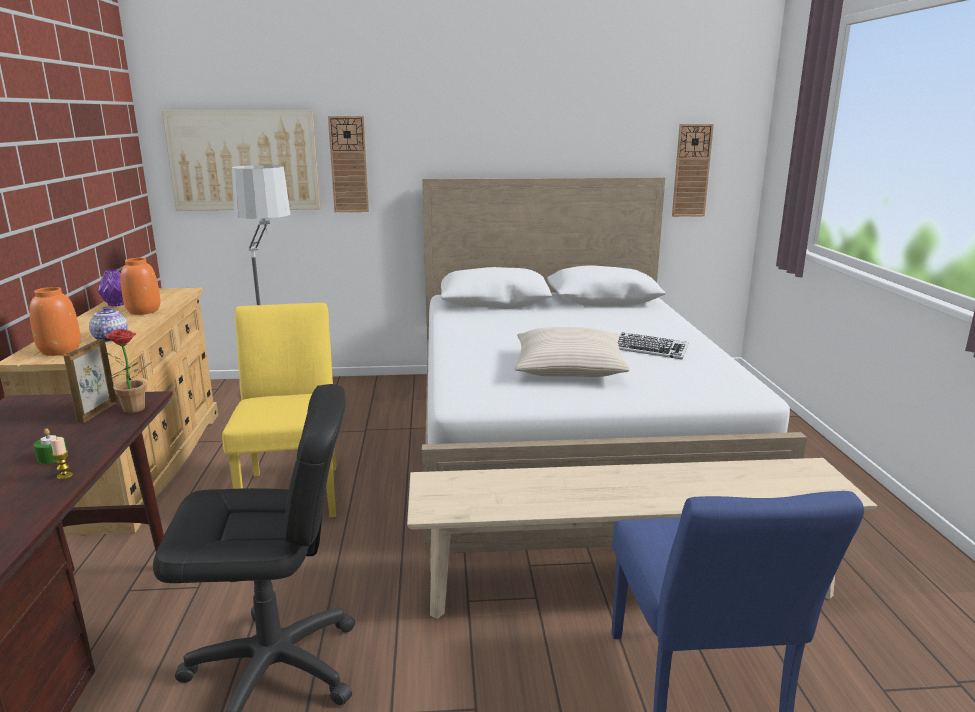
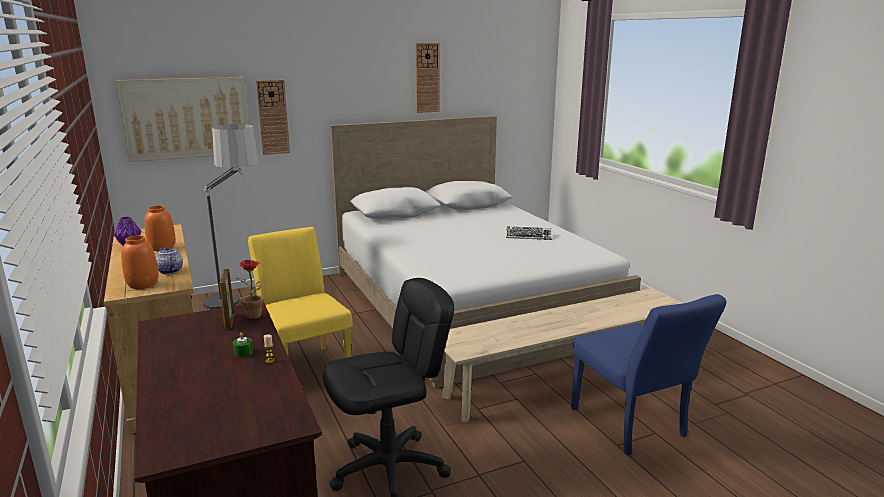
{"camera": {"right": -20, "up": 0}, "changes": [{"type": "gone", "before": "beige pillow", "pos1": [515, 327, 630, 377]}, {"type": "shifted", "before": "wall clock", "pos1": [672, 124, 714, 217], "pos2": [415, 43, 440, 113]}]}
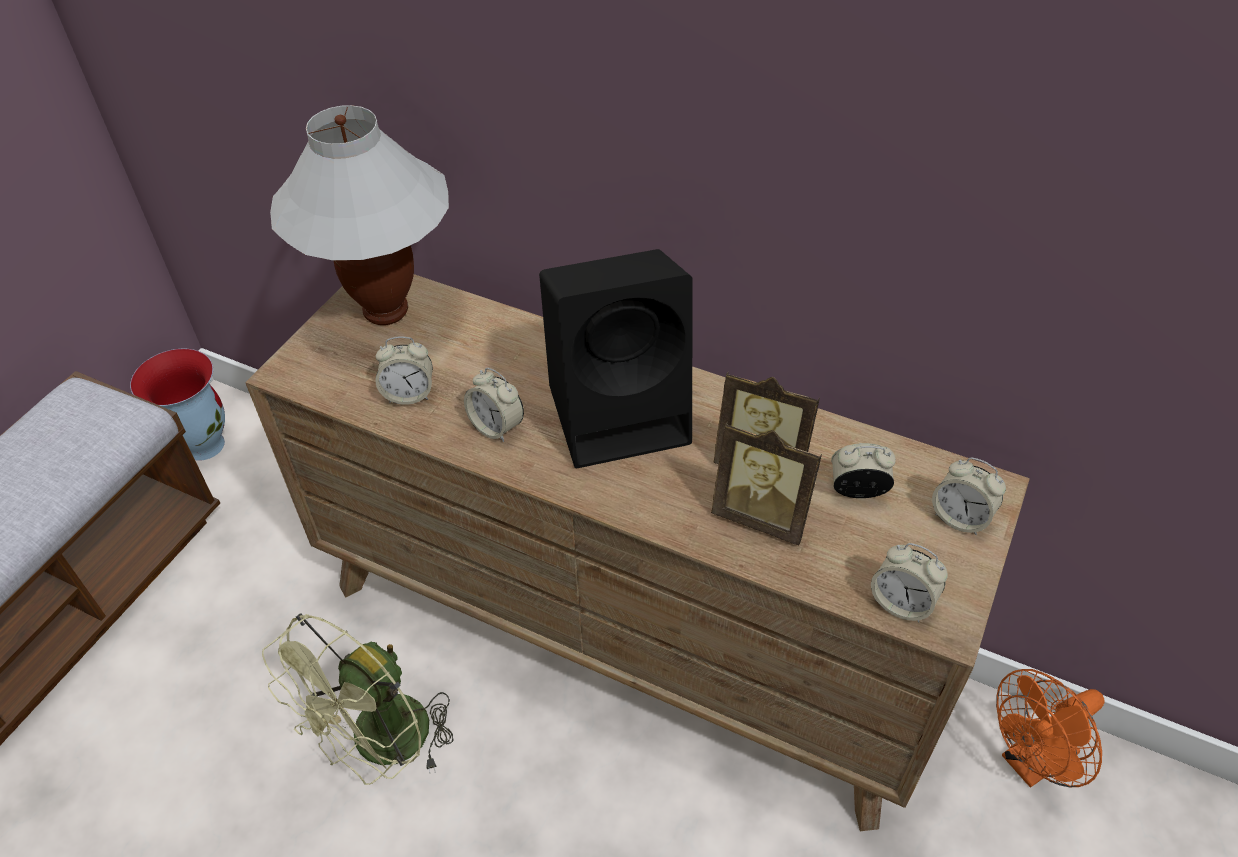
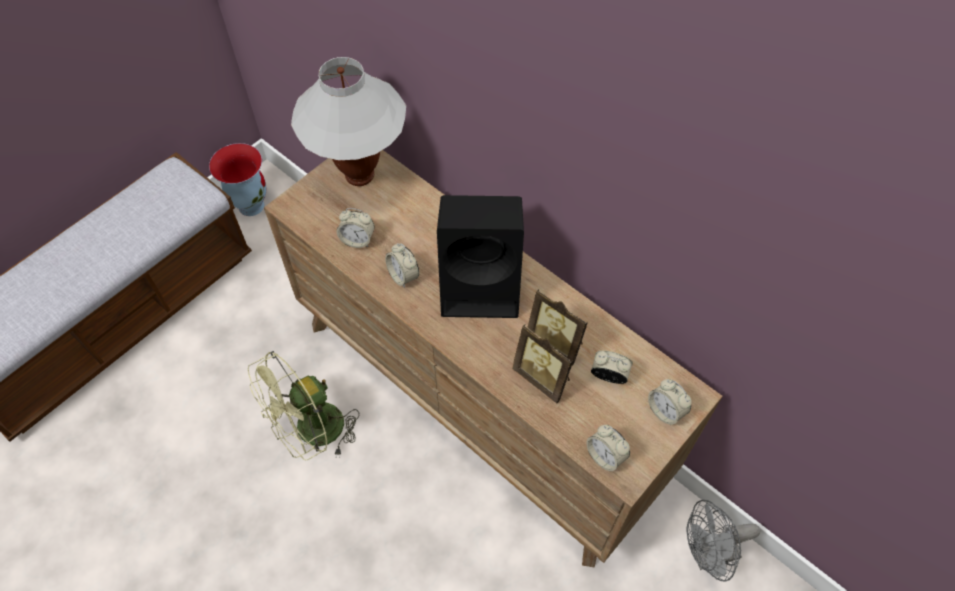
{"camera": {"right": 15, "up": 10}, "changes": [{"type": "repainted", "before": "orange fan", "after": "grey fan", "pos1": [996, 669, 1105, 788], "pos2": [686, 500, 760, 581]}]}
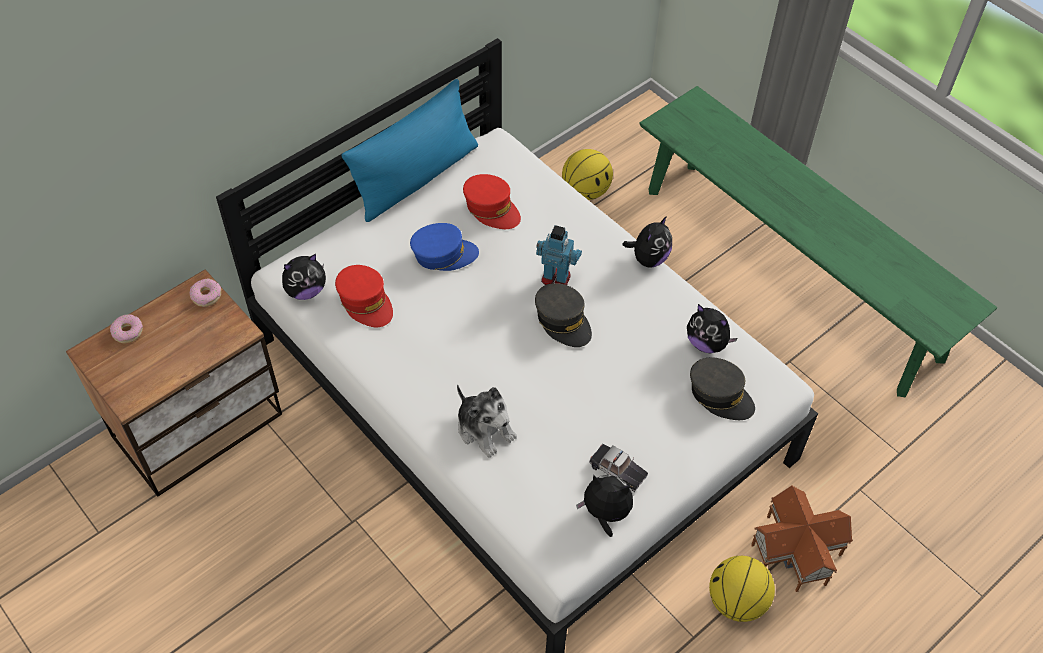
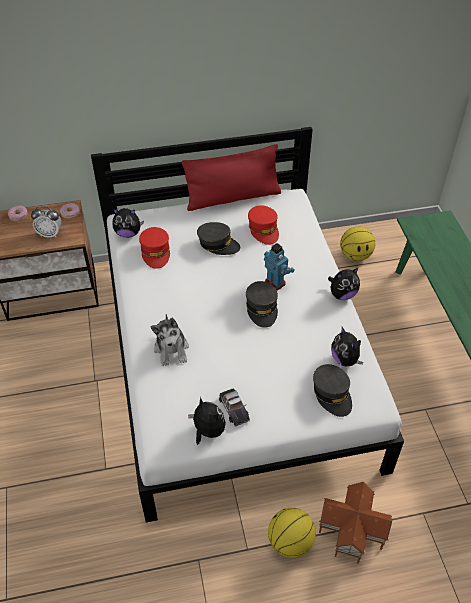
{"camera": {"right": 30, "up": -5}, "changes": [{"type": "new", "after": "alarm clock", "pos2": [31, 206, 62, 238]}, {"type": "repainted", "before": "blue pillow", "after": "red pillow", "pos1": [342, 79, 478, 222], "pos2": [181, 144, 281, 211]}, {"type": "repainted", "before": "blue cap", "after": "grey cap", "pos1": [410, 223, 479, 271], "pos2": [197, 222, 240, 255]}]}
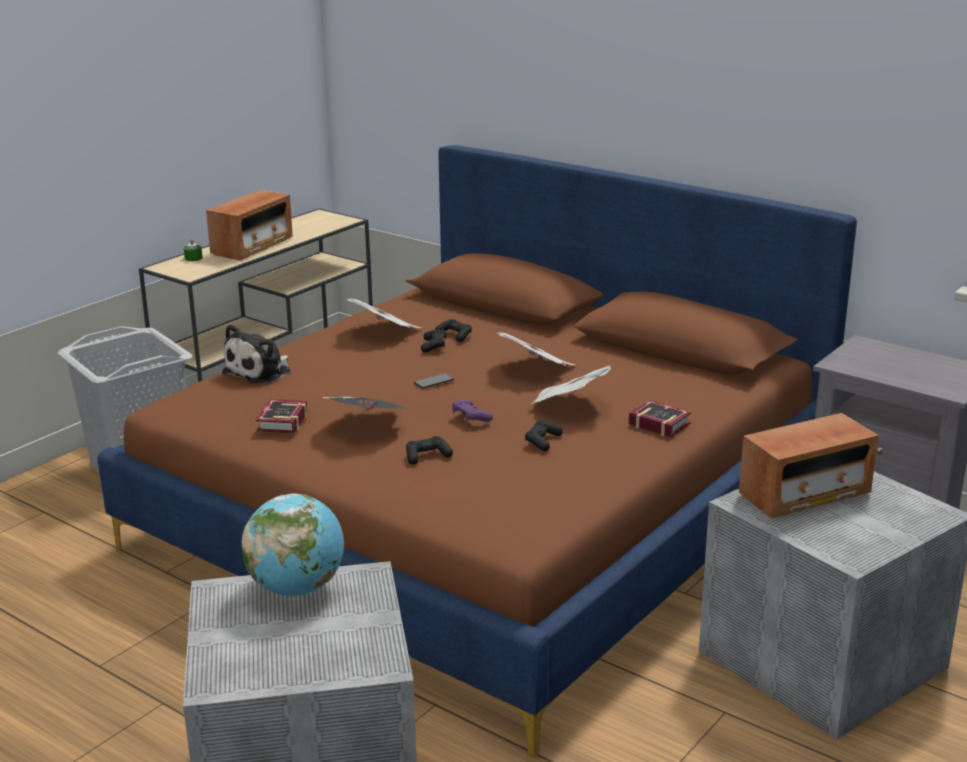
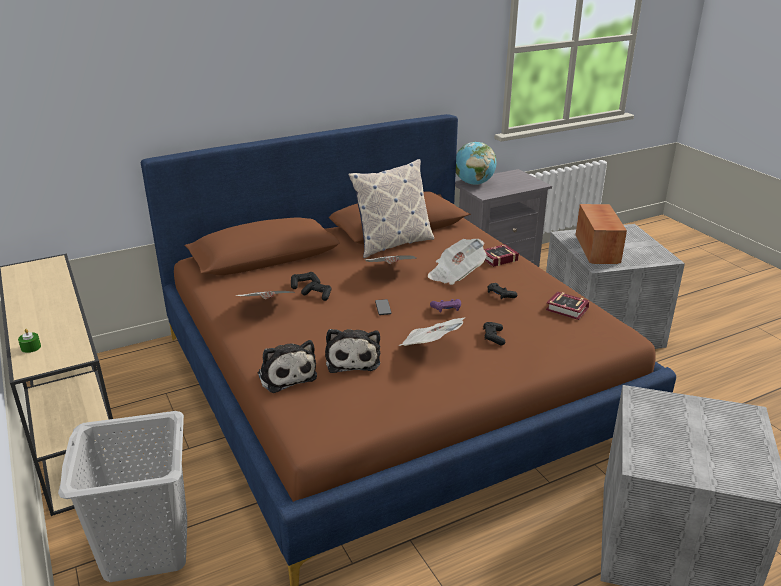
{"camera": {"right": -65, "up": 5}, "changes": [{"type": "gone", "before": "radio", "pos1": [206, 190, 293, 260]}, {"type": "new", "after": "plush toy", "pos2": [325, 329, 380, 373]}, {"type": "new", "after": "pillow", "pos2": [348, 159, 434, 258]}, {"type": "shifted", "before": "globe", "pos1": [241, 494, 344, 596], "pos2": [456, 142, 497, 185]}, {"type": "shifted", "before": "book", "pos1": [256, 399, 308, 434], "pos2": [546, 292, 590, 320]}]}
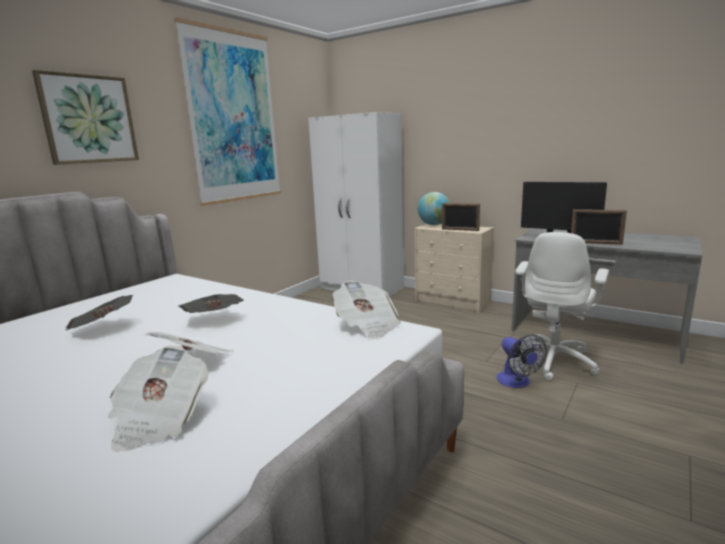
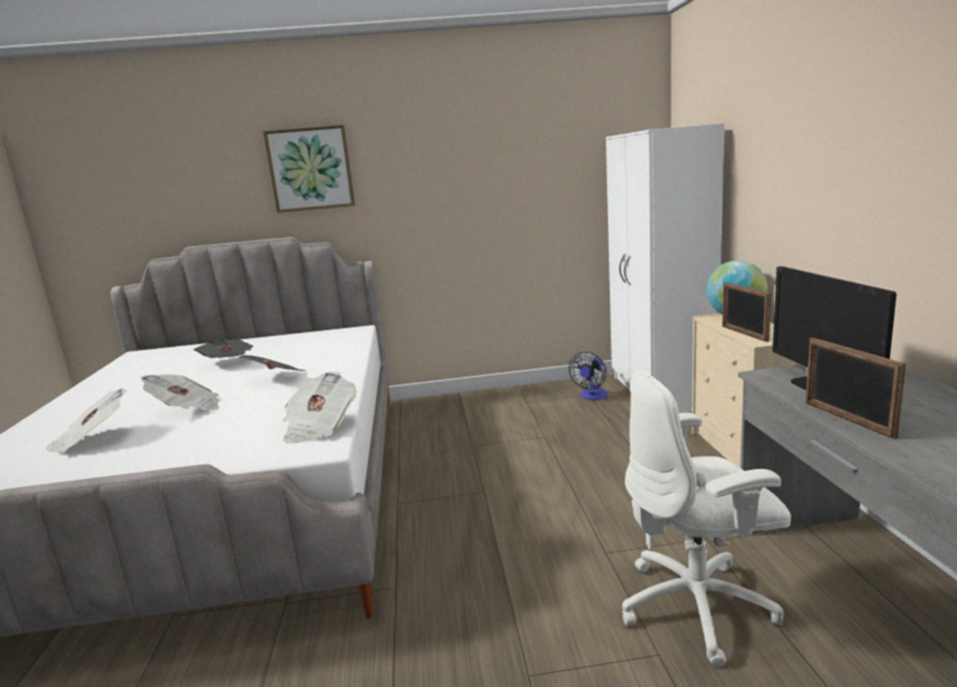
{"camera": {"right": 50, "up": 0}, "changes": [{"type": "gone", "before": "picture", "pos1": [174, 17, 281, 206]}, {"type": "shifted", "before": "fan", "pos1": [497, 335, 546, 388], "pos2": [568, 352, 608, 400]}]}
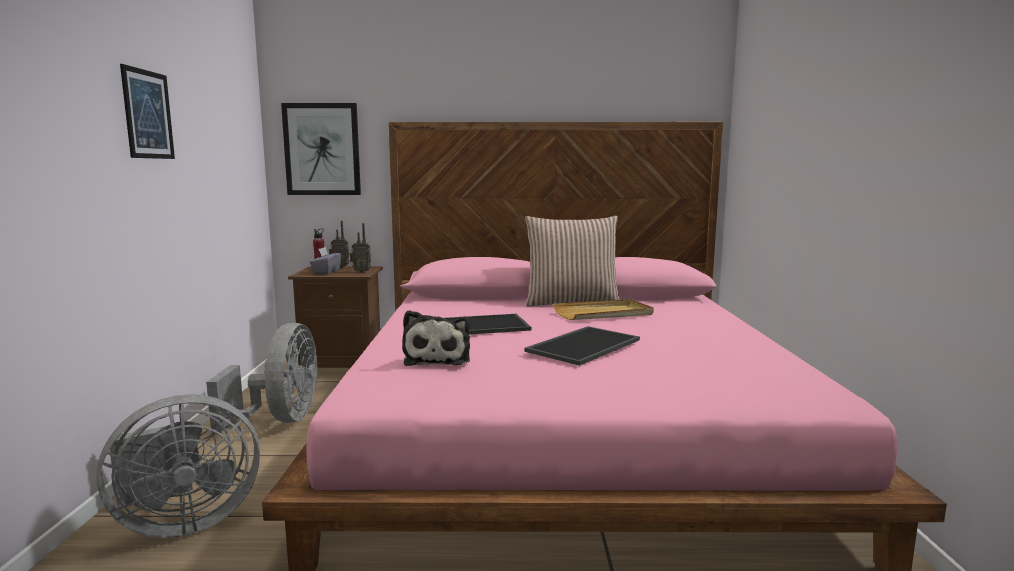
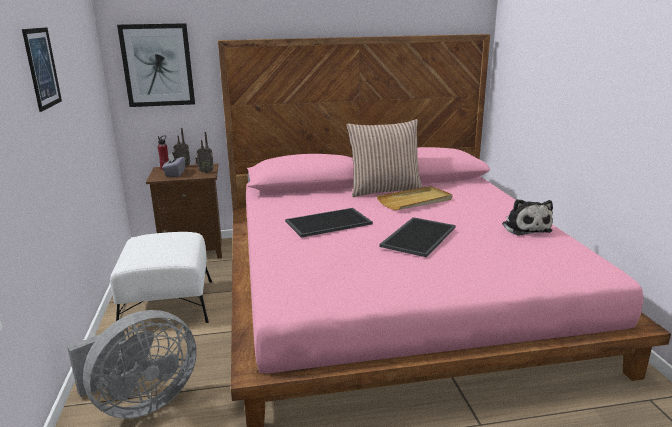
{"camera": {"right": -10, "up": 10}, "changes": [{"type": "shifted", "before": "plush toy", "pos1": [402, 310, 470, 366], "pos2": [502, 199, 553, 236]}, {"type": "swapped", "before": "grey fan", "after": "white ottoman", "pos1": [206, 323, 318, 434], "pos2": [110, 232, 212, 323]}]}
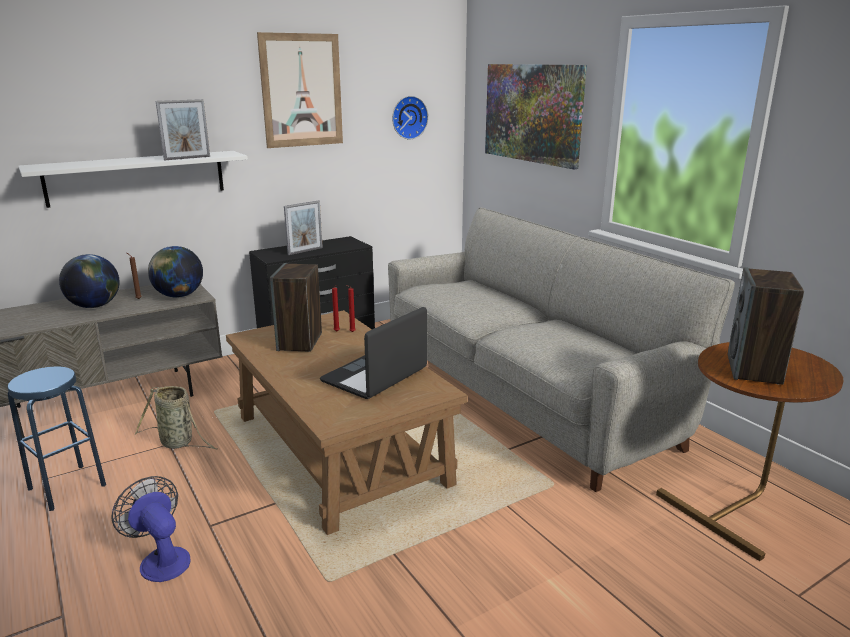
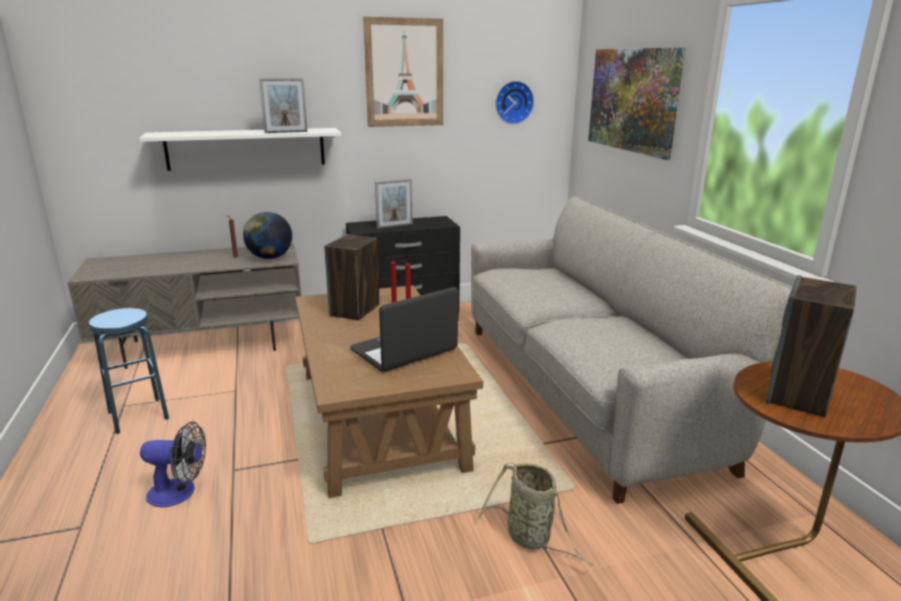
{"camera": {"right": 15, "up": 0}, "changes": [{"type": "gone", "before": "globe", "pos1": [59, 254, 120, 308]}, {"type": "shifted", "before": "basket", "pos1": [135, 386, 218, 449], "pos2": [478, 463, 593, 567]}, {"type": "rotated", "before": "fan", "pos1": [111, 476, 191, 582], "pos2": [140, 421, 206, 507], "turn": 120}]}
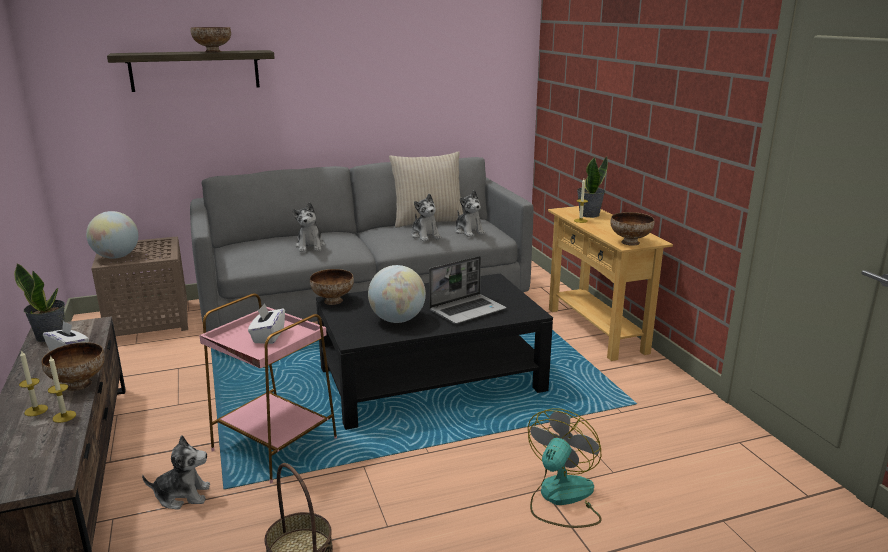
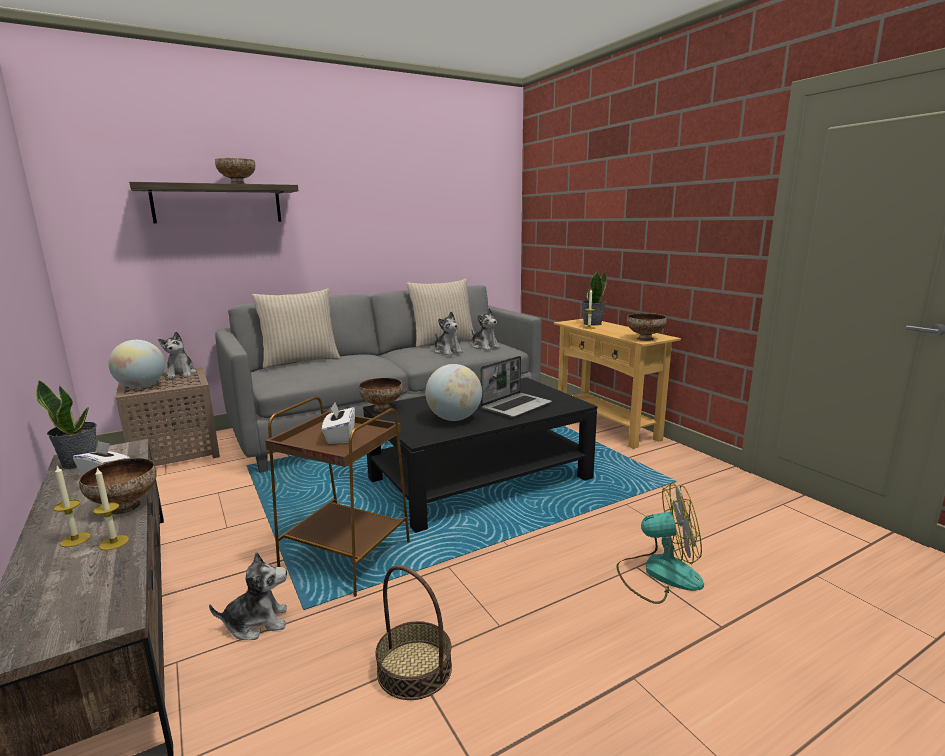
{"camera": {"right": -10, "up": -5}, "changes": [{"type": "new", "after": "beige pillow", "pos2": [252, 289, 341, 369]}, {"type": "shifted", "before": "plush toy", "pos1": [292, 202, 325, 252], "pos2": [158, 332, 197, 379]}, {"type": "repainted", "before": "pink side table", "after": "brown side table", "pos1": [199, 293, 337, 484], "pos2": [265, 396, 410, 597]}, {"type": "rotated", "before": "fan", "pos1": [528, 408, 602, 528], "pos2": [616, 482, 704, 604], "turn": 75}]}
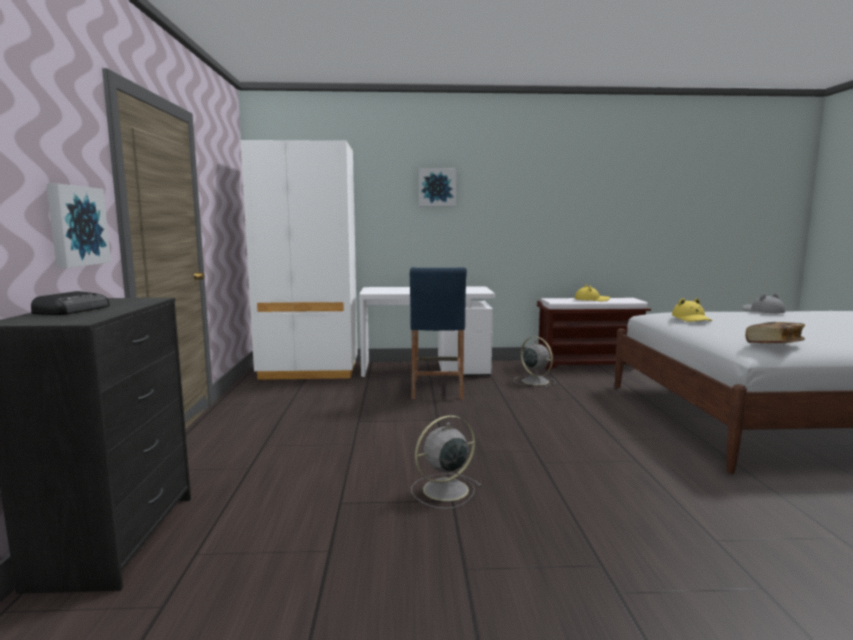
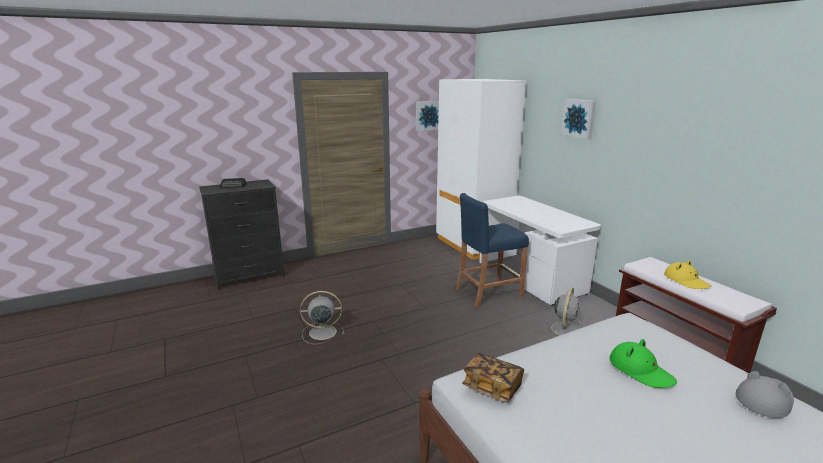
{"camera": {"right": 65, "up": 10}, "changes": [{"type": "gone", "before": "yellow hat", "pos1": [672, 298, 712, 322]}, {"type": "new", "after": "green hat", "pos2": [610, 339, 677, 388]}, {"type": "shifted", "before": "picture", "pos1": [46, 183, 111, 268], "pos2": [416, 101, 439, 131]}, {"type": "rotated", "before": "grey fan", "pos1": [411, 415, 482, 509], "pos2": [300, 291, 344, 344], "turn": -45}]}
